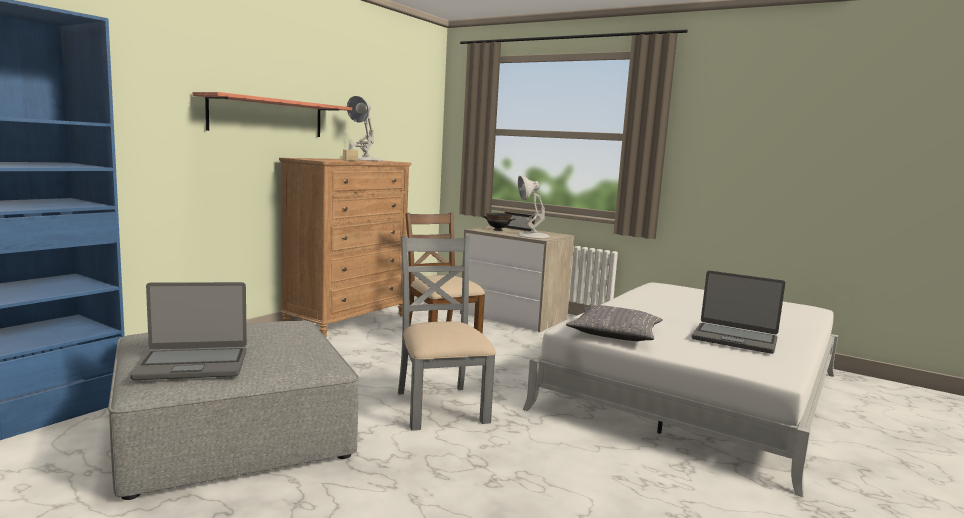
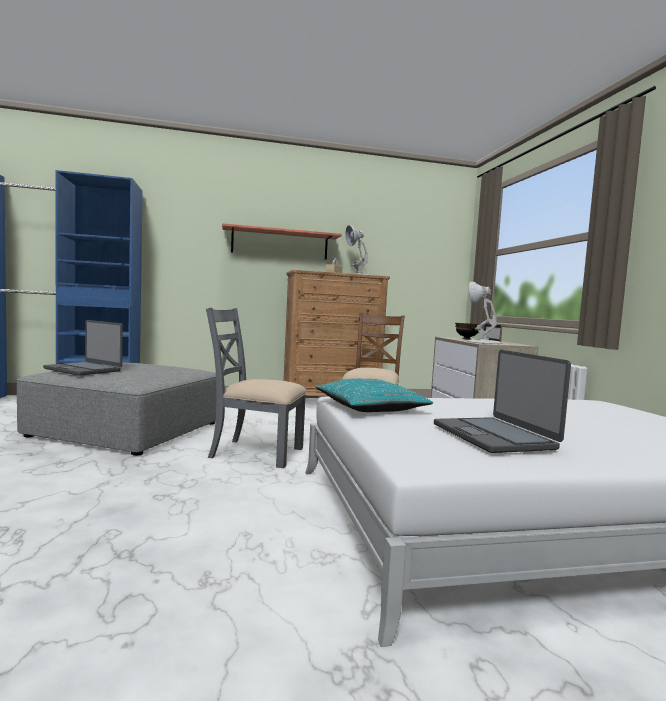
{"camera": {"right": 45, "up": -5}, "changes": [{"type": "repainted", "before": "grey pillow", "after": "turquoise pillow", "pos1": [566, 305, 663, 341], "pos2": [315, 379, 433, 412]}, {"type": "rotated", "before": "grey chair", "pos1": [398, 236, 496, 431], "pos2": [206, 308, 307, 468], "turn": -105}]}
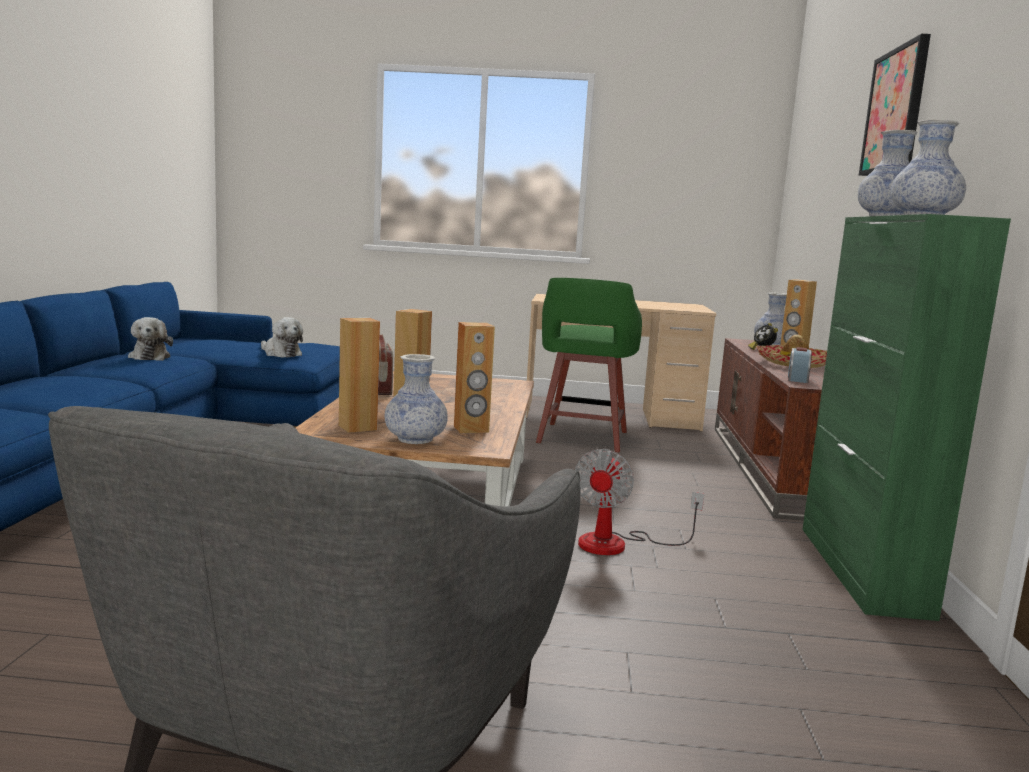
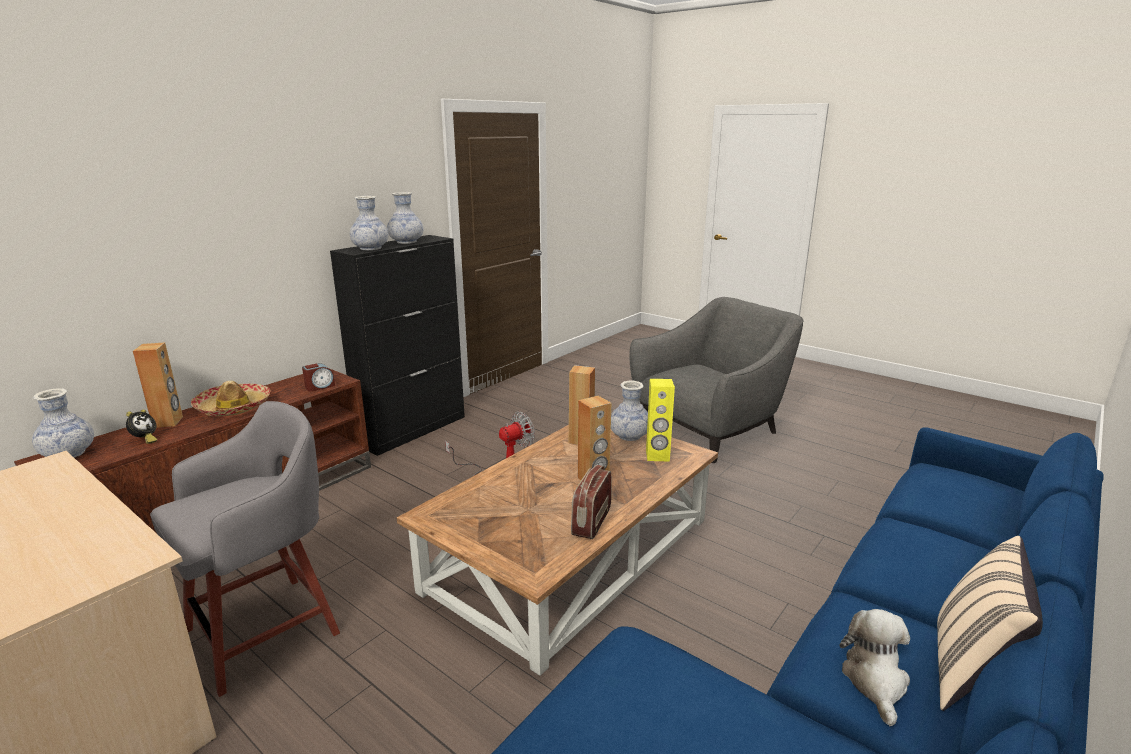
{"camera": {"right": -145, "up": 10}, "changes": [{"type": "gone", "before": "plush toy", "pos1": [261, 317, 303, 357]}, {"type": "gone", "before": "picture", "pos1": [859, 34, 931, 176]}, {"type": "new", "after": "beige pillow", "pos2": [937, 536, 1043, 711]}, {"type": "repainted", "before": "brown speaker", "after": "yellow speaker", "pos1": [339, 318, 380, 433], "pos2": [646, 379, 675, 462]}, {"type": "repainted", "before": "green stool", "after": "grey stool", "pos1": [536, 278, 642, 452], "pos2": [150, 401, 340, 697]}, {"type": "repainted", "before": "green cabinet", "after": "black cabinet", "pos1": [802, 214, 1011, 621], "pos2": [330, 235, 465, 456]}]}
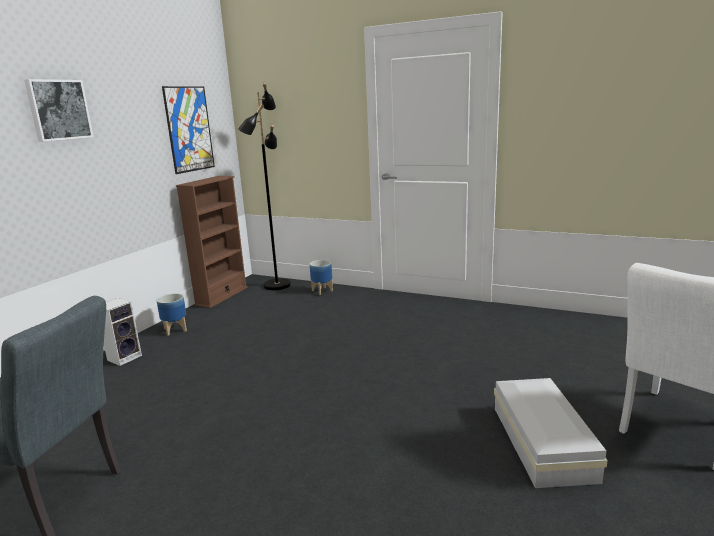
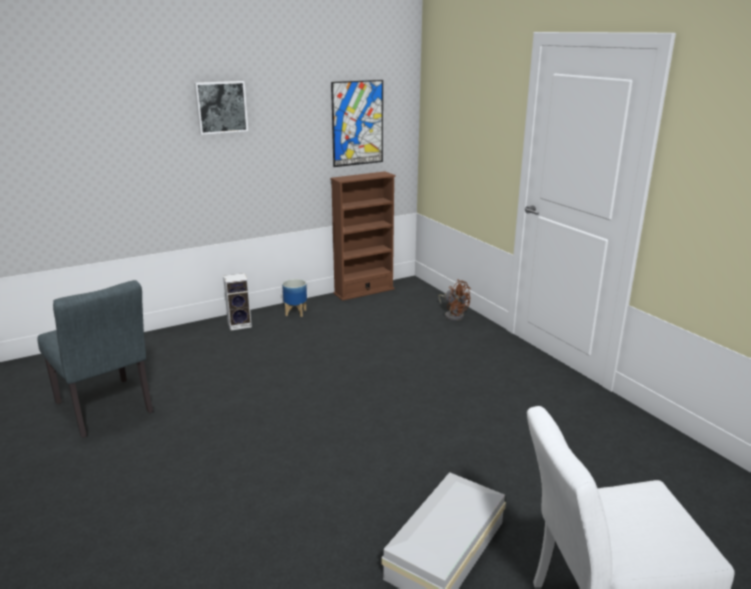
{"camera": {"right": 35, "up": 5}, "changes": [{"type": "gone", "before": "black floor lamp", "pos1": [238, 82, 291, 290]}, {"type": "swapped", "before": "planter", "after": "brown fan", "pos1": [309, 260, 333, 295], "pos2": [438, 279, 471, 321]}]}
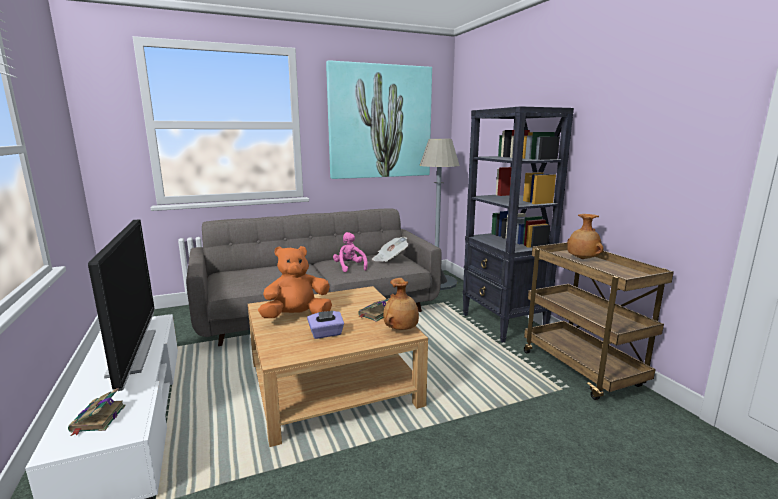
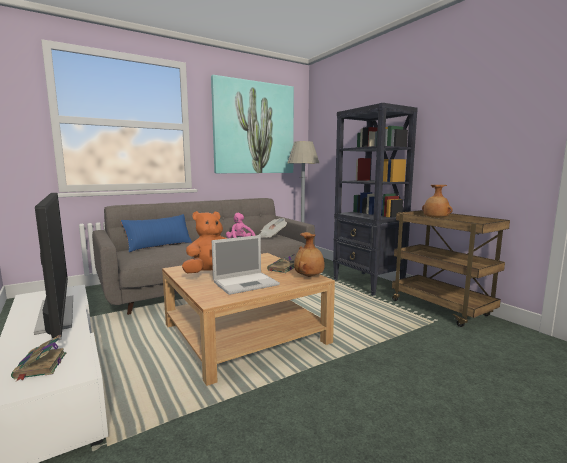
{"camera": {"right": -10, "up": -5}, "changes": [{"type": "new", "after": "blue pillow", "pos2": [121, 214, 192, 252]}, {"type": "swapped", "before": "purple tissue box", "after": "laptop", "pos1": [307, 311, 344, 339], "pos2": [212, 235, 280, 295]}]}
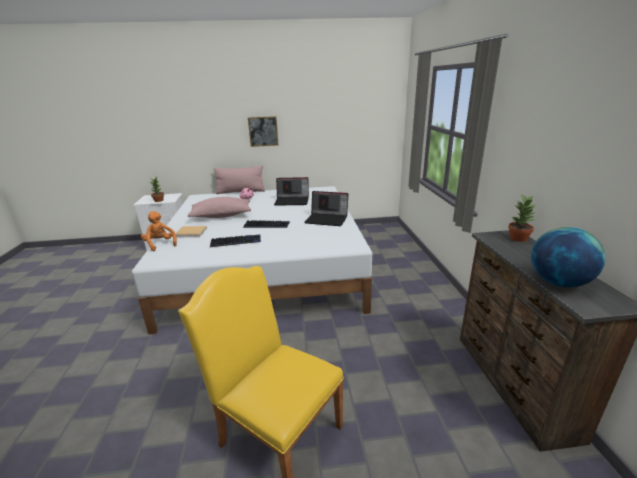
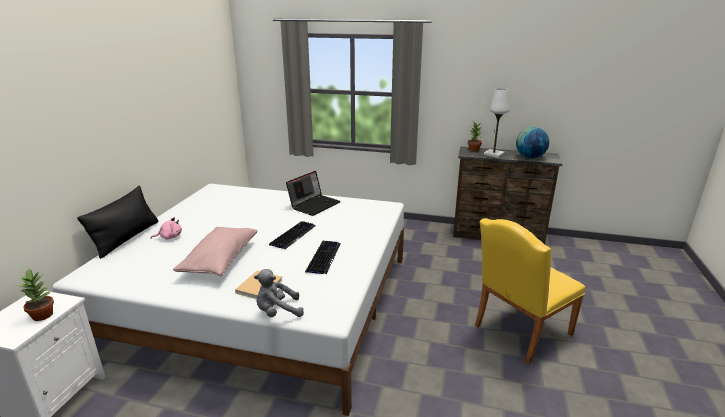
{"camera": {"right": -70, "up": 0}, "changes": [{"type": "gone", "before": "picture", "pos1": [248, 116, 278, 147]}, {"type": "gone", "before": "laptop", "pos1": [274, 177, 309, 206]}, {"type": "new", "after": "white table lamp", "pos2": [483, 88, 509, 158]}, {"type": "repainted", "before": "orange plush toy", "after": "grey plush toy", "pos1": [141, 211, 177, 251], "pos2": [254, 269, 304, 317]}, {"type": "repainted", "before": "pink pillow", "after": "black pillow", "pos1": [214, 165, 265, 194], "pos2": [77, 186, 159, 259]}]}
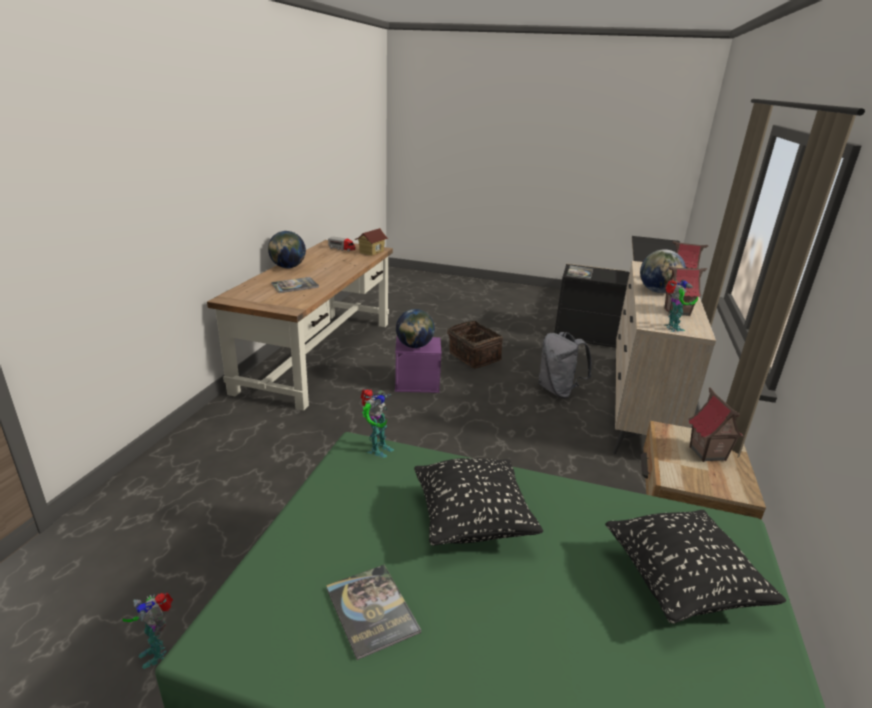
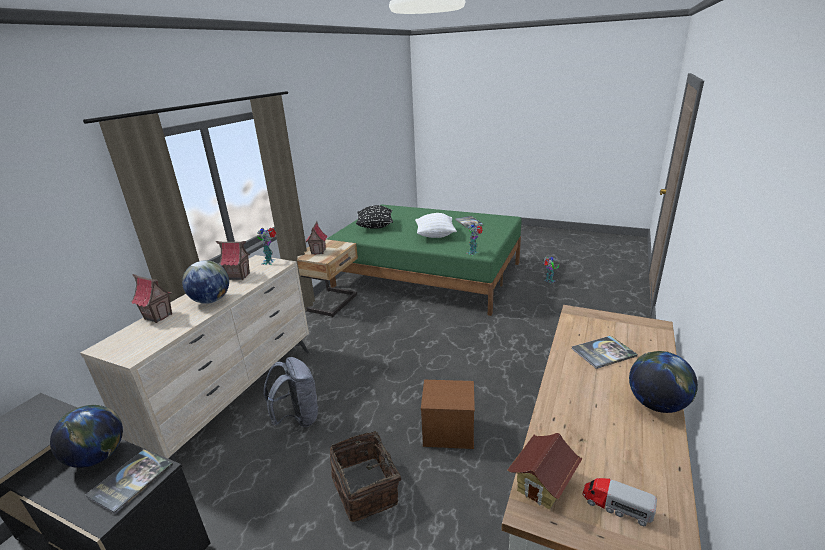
{"camera": {"right": -170, "up": 0}, "changes": [{"type": "shifted", "before": "globe", "pos1": [396, 309, 435, 348], "pos2": [50, 405, 123, 468]}, {"type": "repainted", "before": "purple storage box", "after": "brown storage box", "pos1": [395, 337, 442, 393], "pos2": [421, 380, 475, 449]}, {"type": "repainted", "before": "black pillow", "after": "white pillow", "pos1": [414, 458, 543, 546], "pos2": [415, 213, 457, 238]}]}
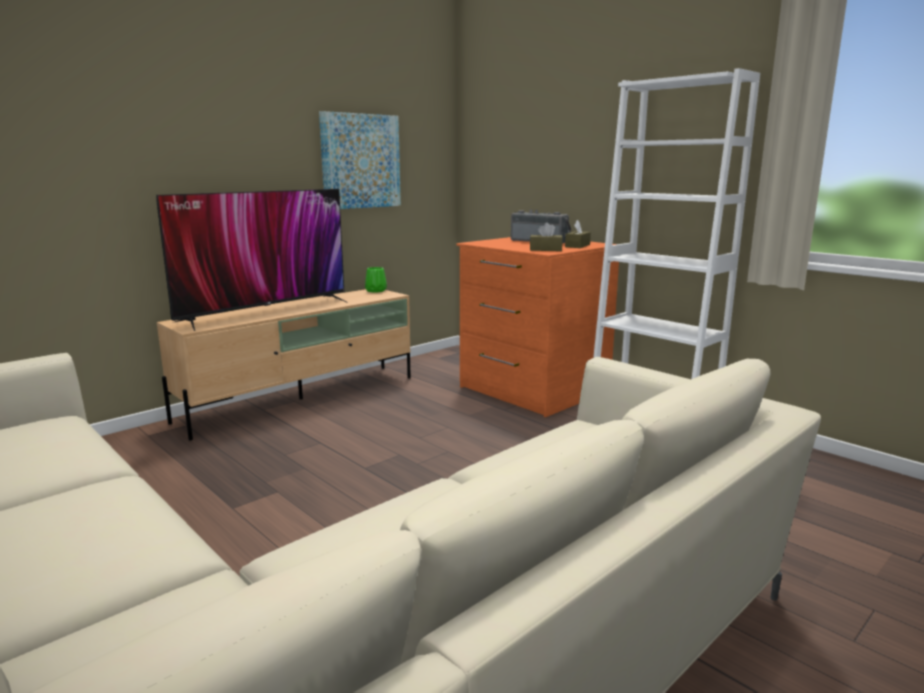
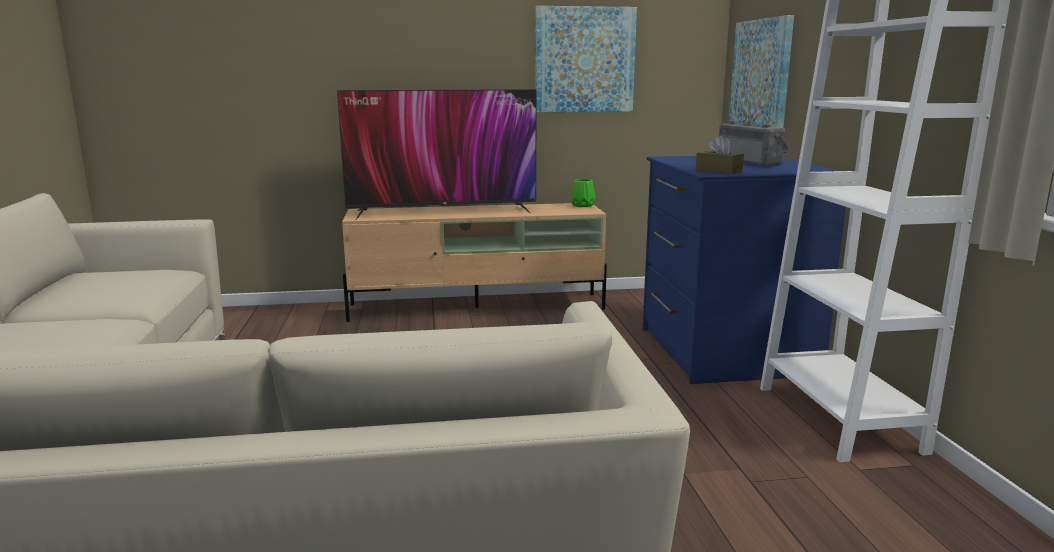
{"camera": {"right": 35, "up": 0}, "changes": [{"type": "gone", "before": "brown tissue box", "pos1": [565, 220, 591, 248]}, {"type": "new", "after": "picture", "pos2": [729, 15, 794, 128]}, {"type": "repainted", "before": "orange dresser", "after": "blue dresser", "pos1": [457, 237, 619, 417], "pos2": [643, 156, 846, 384]}]}
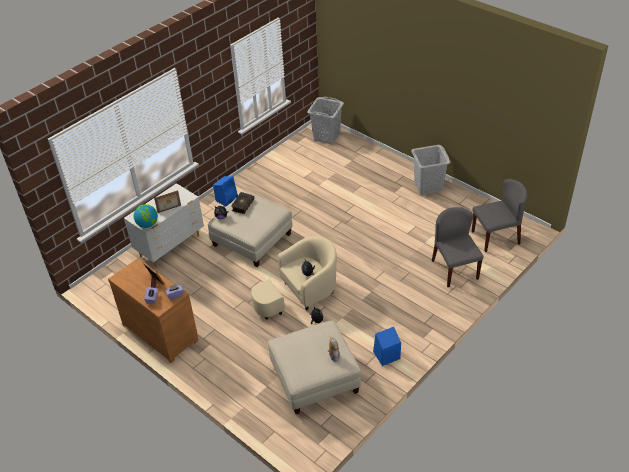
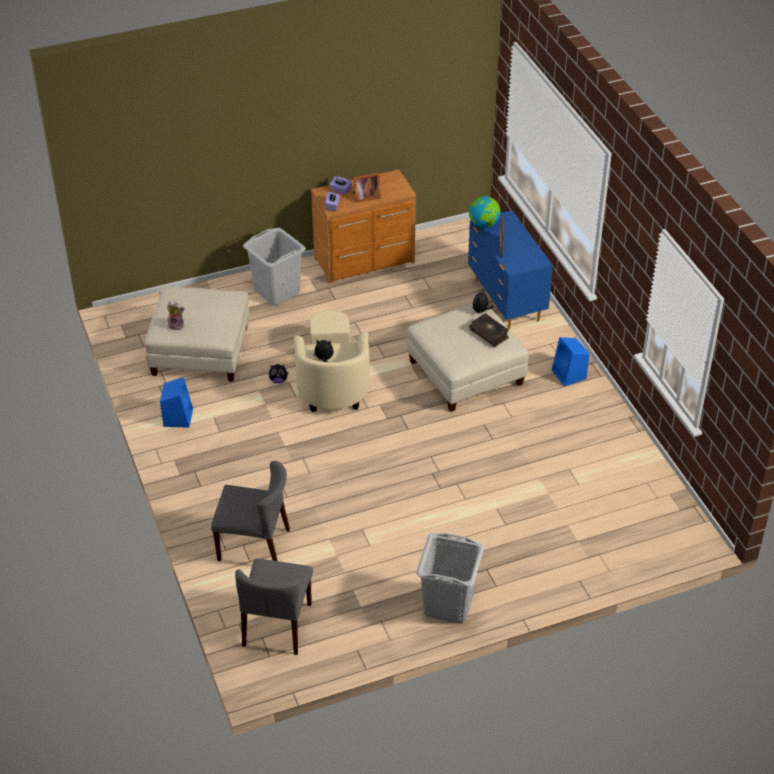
{"camera": {"right": 115, "up": 0}, "changes": [{"type": "shifted", "before": "grey laundry basket", "pos1": [307, 97, 344, 144], "pos2": [243, 228, 306, 305]}, {"type": "repainted", "before": "white dresser", "after": "blue dresser", "pos1": [124, 183, 204, 267], "pos2": [468, 210, 553, 329]}]}
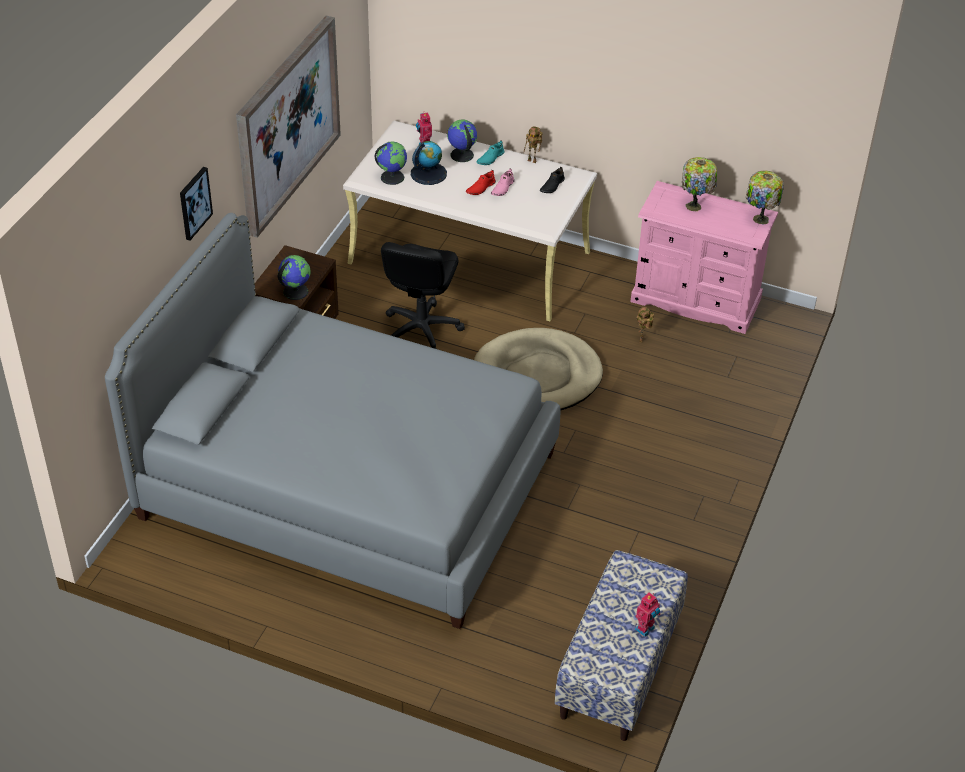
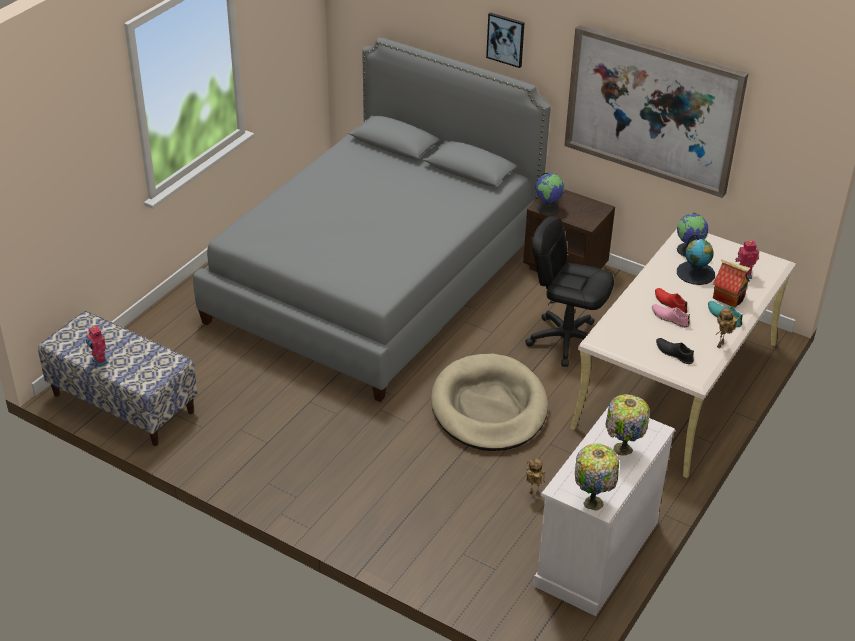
{"camera": {"right": 100, "up": -5}, "changes": [{"type": "swapped", "before": "globe", "after": "toy house", "pos1": [447, 119, 477, 162], "pos2": [713, 260, 751, 308]}, {"type": "repainted", "before": "pink dresser", "after": "white dresser", "pos1": [631, 181, 778, 334], "pos2": [533, 406, 675, 616]}]}
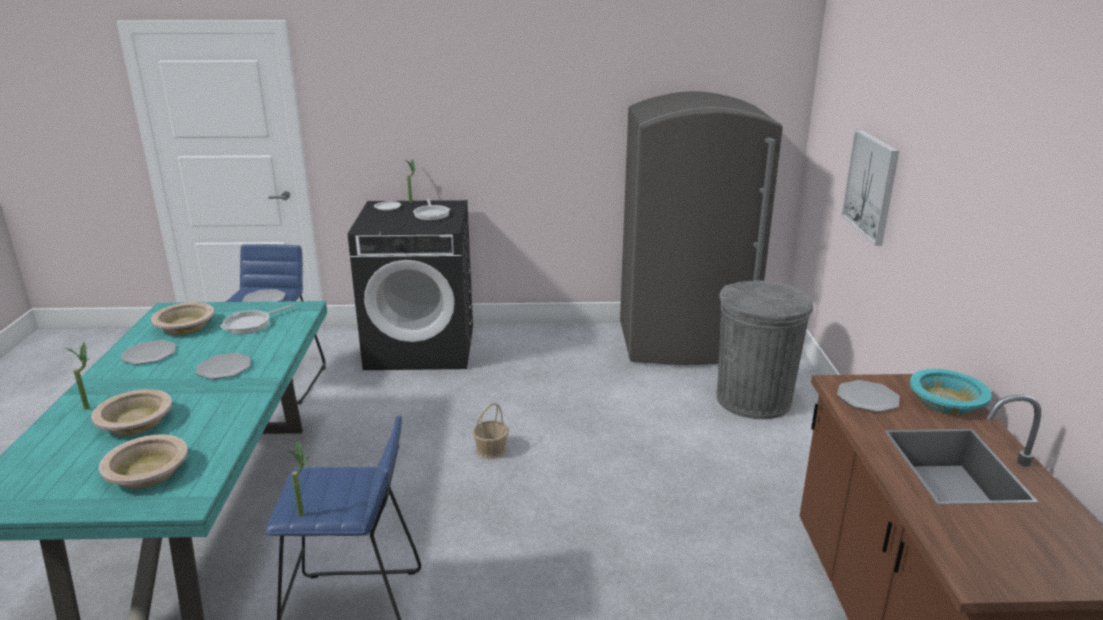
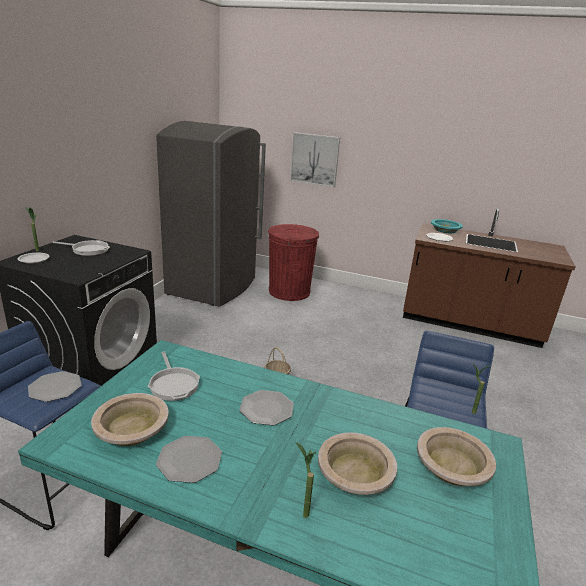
{"camera": {"right": -70, "up": 0}, "changes": [{"type": "repainted", "before": "grey trash can", "after": "red trash can", "pos1": [716, 280, 813, 419], "pos2": [268, 224, 319, 301]}]}
